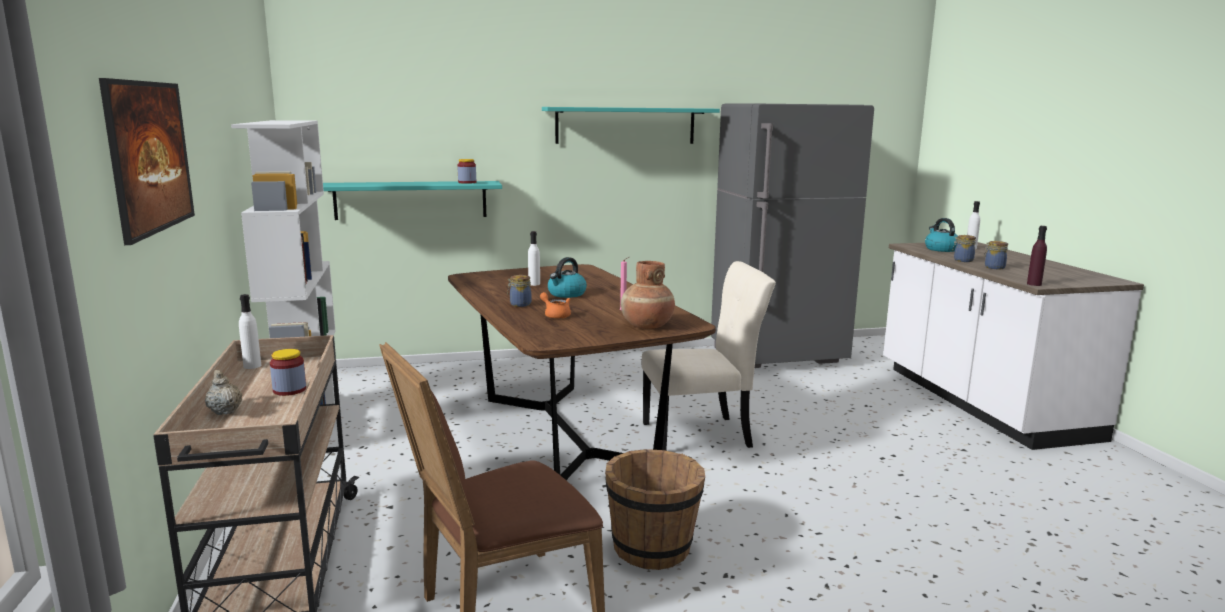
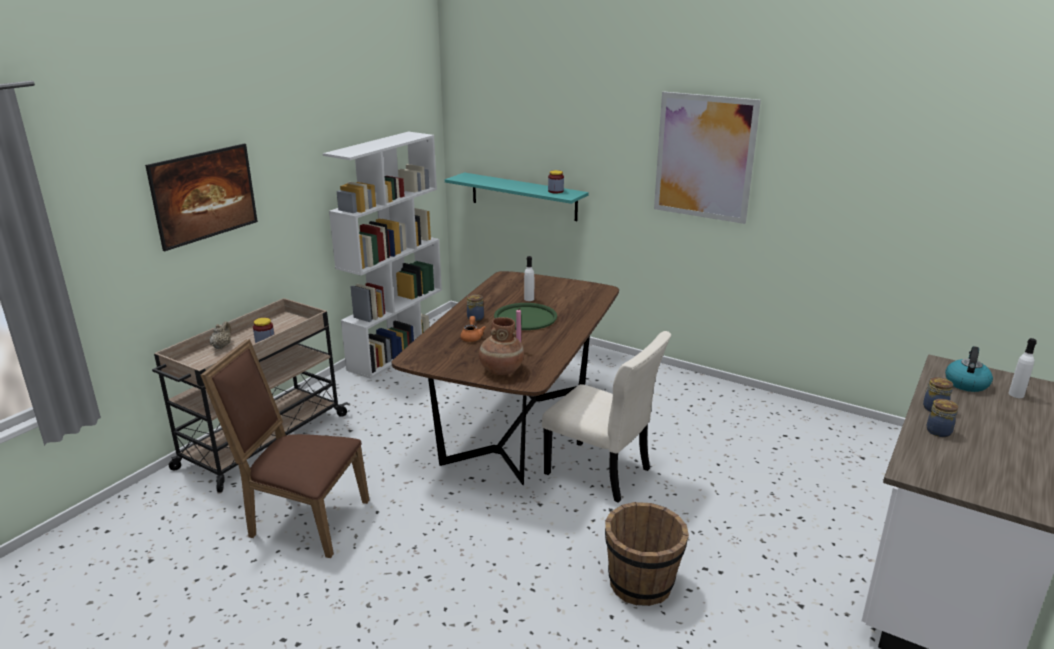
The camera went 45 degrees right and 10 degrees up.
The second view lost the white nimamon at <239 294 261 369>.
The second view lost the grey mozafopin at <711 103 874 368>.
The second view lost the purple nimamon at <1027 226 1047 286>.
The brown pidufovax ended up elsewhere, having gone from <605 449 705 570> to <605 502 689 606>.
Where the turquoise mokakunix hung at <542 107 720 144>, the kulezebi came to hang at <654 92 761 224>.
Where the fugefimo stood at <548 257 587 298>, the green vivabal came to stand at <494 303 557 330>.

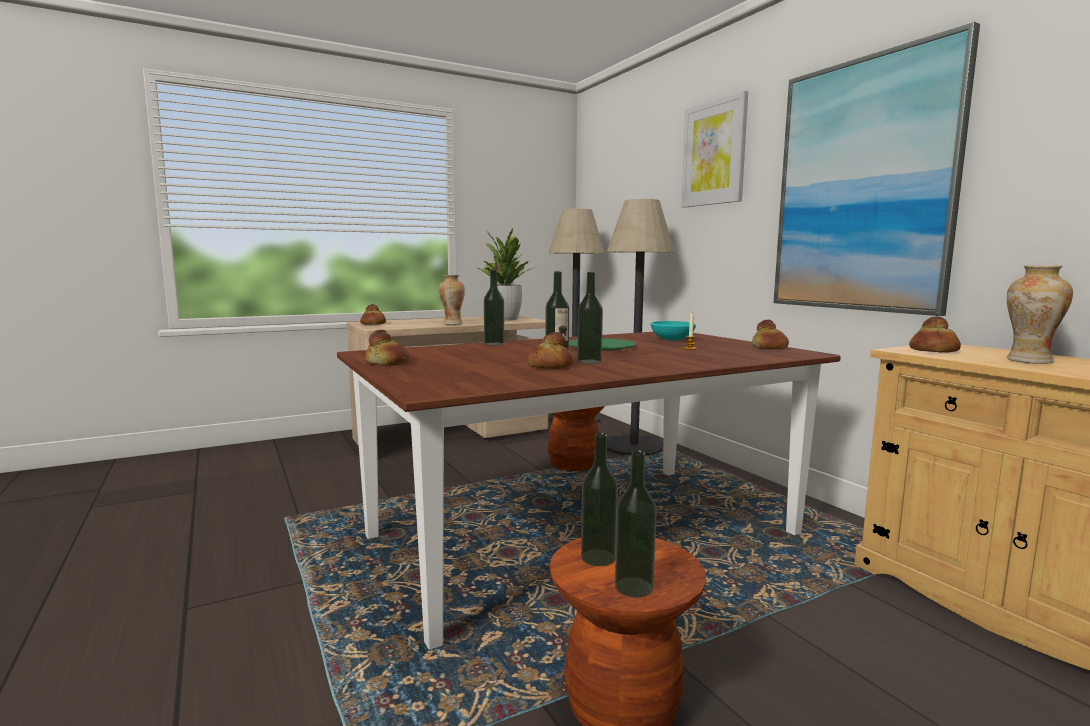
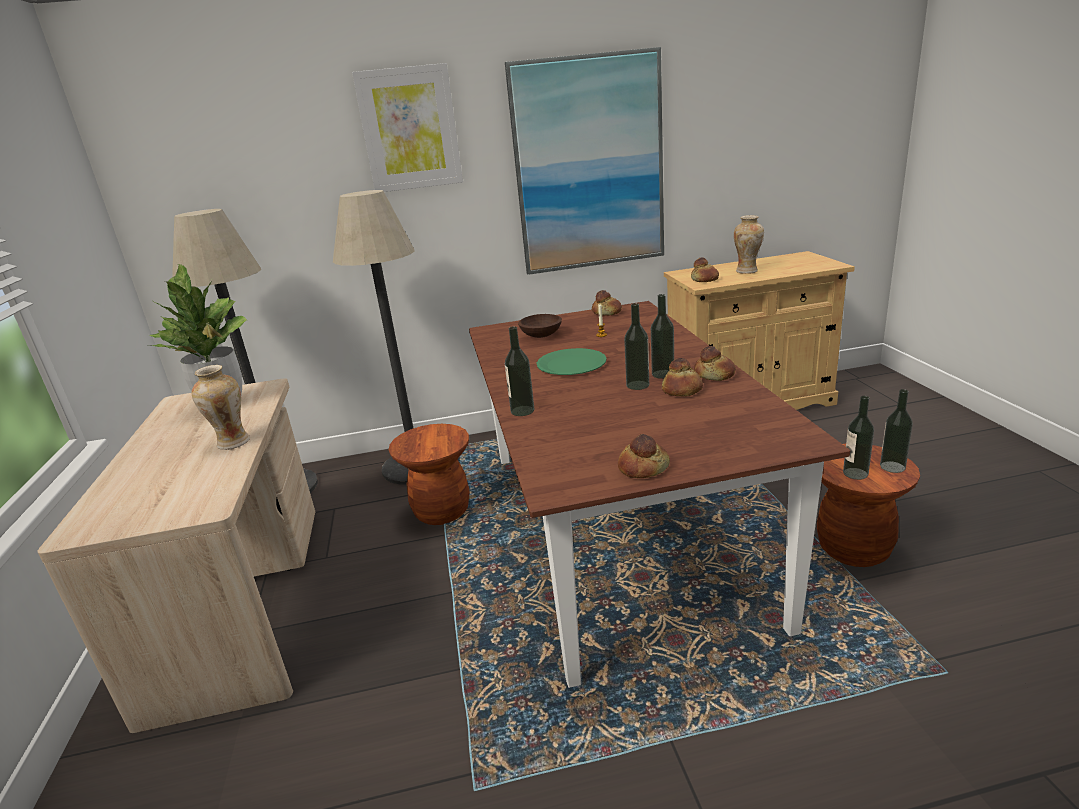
The camera went 70 degrees left and 15 degrees up.
The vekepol ended up elsewhere, having gone from <360 304 386 325> to <694 346 736 381>.
What was the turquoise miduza at <650 321 696 341> turned into the brown miduza at <518 314 562 338>.

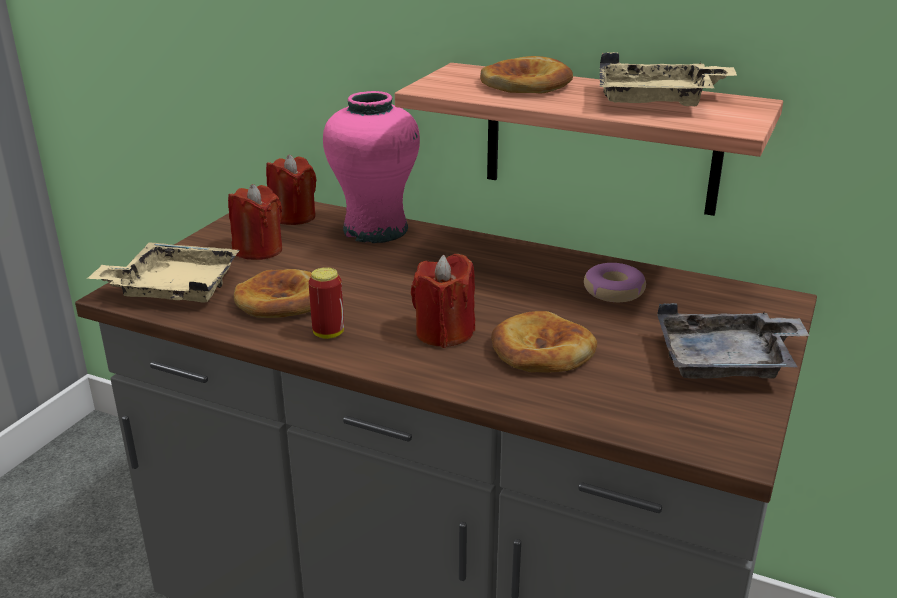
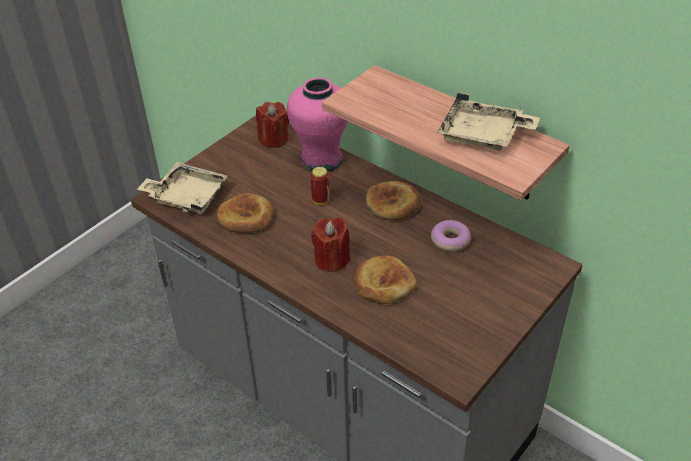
The camera went 15 degrees right and 15 degrees up.
The second view lost the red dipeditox at <228 184 282 260>.
The second view lost the grey vivabal at <657 303 810 379>.
The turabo ended up elsewhere, having gone from <308 267 344 339> to <311 167 330 205>.
The vekepol ended up elsewhere, having gone from <480 56 573 93> to <366 181 421 220>.

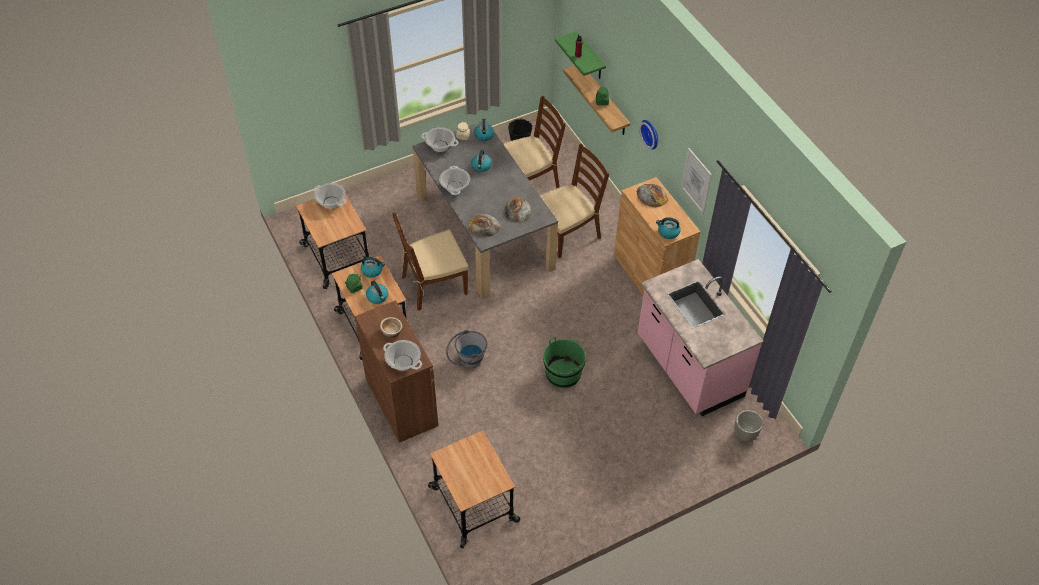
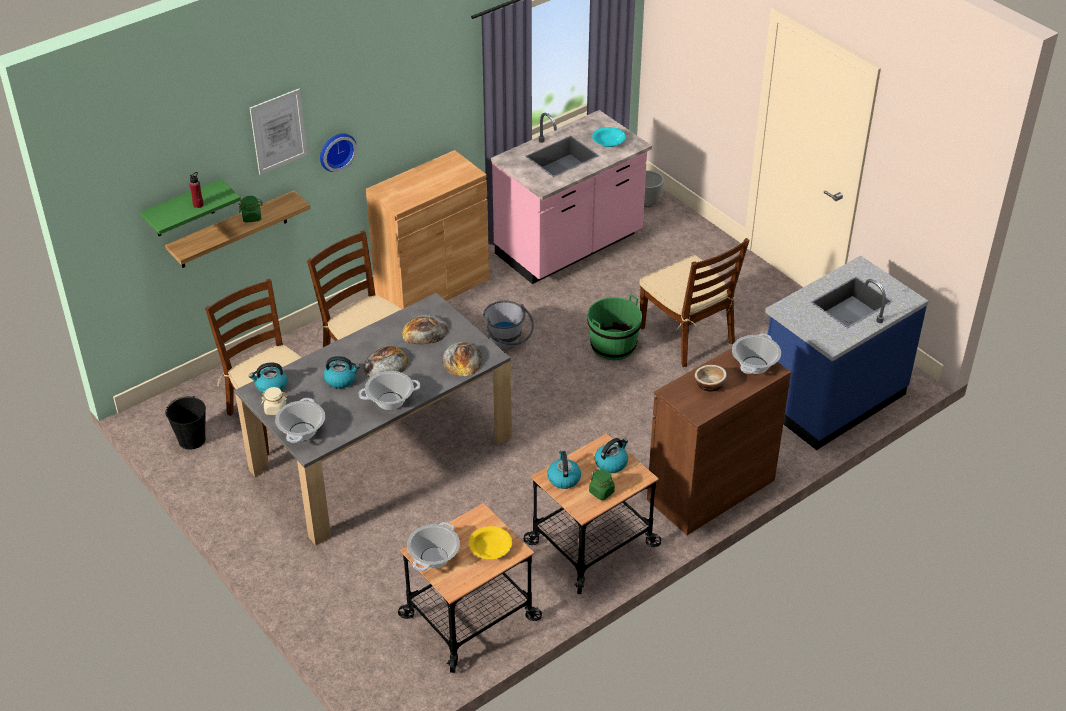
The camera went 100 degrees left and 10 degrees down.
The second view lost the fugefimo at <656 217 681 239>.
The second view gained the yellow miduza at <469 526 512 559>.
The second view gained the turquoise miduza at <592 127 626 147>.
The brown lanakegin ended up elsewhere, having gone from <393 212 468 311> to <640 238 749 367>.
The grey pidufovax ended up elsewhere, having gone from <446 330 487 368> to <483 301 534 350>.
The vekepol ended up elsewhere, having gone from <637 184 668 207> to <363 346 409 378>.
The kulezebi ended up elsewhere, having gone from <681 148 712 214> to <250 89 308 175>.
Where the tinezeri stood at <428 430 520 548>, the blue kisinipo came to stand at <765 256 929 450>.

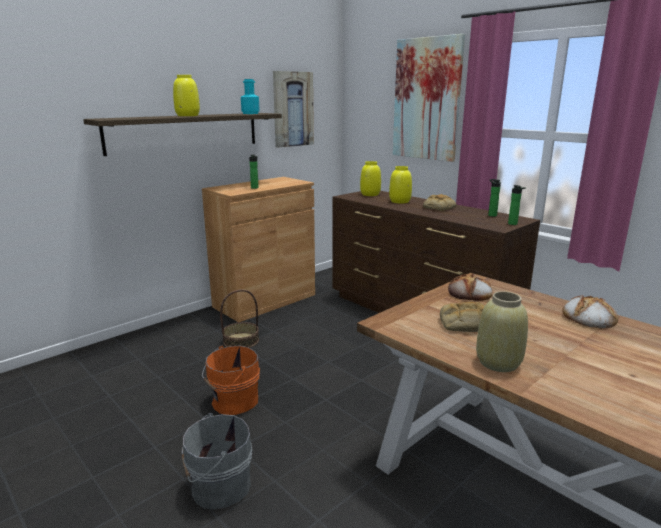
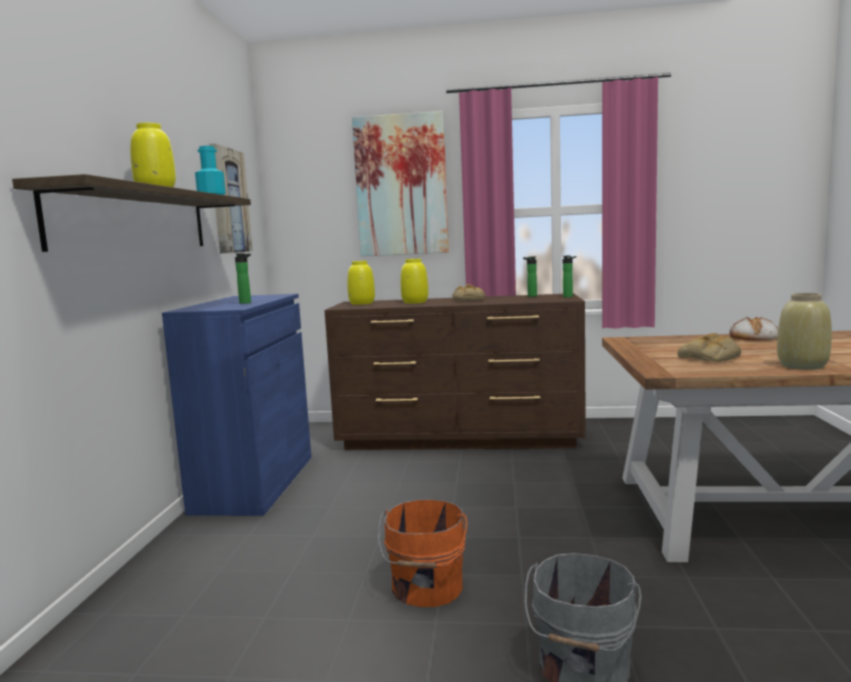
The camera went 40 degrees left and 10 degrees down.
The second view lost the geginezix at <220 289 259 348>.
The second view lost the vekepol at <448 273 492 301>.
What was the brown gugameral at <202 177 315 322> turned into the blue gugameral at <162 294 311 516>.

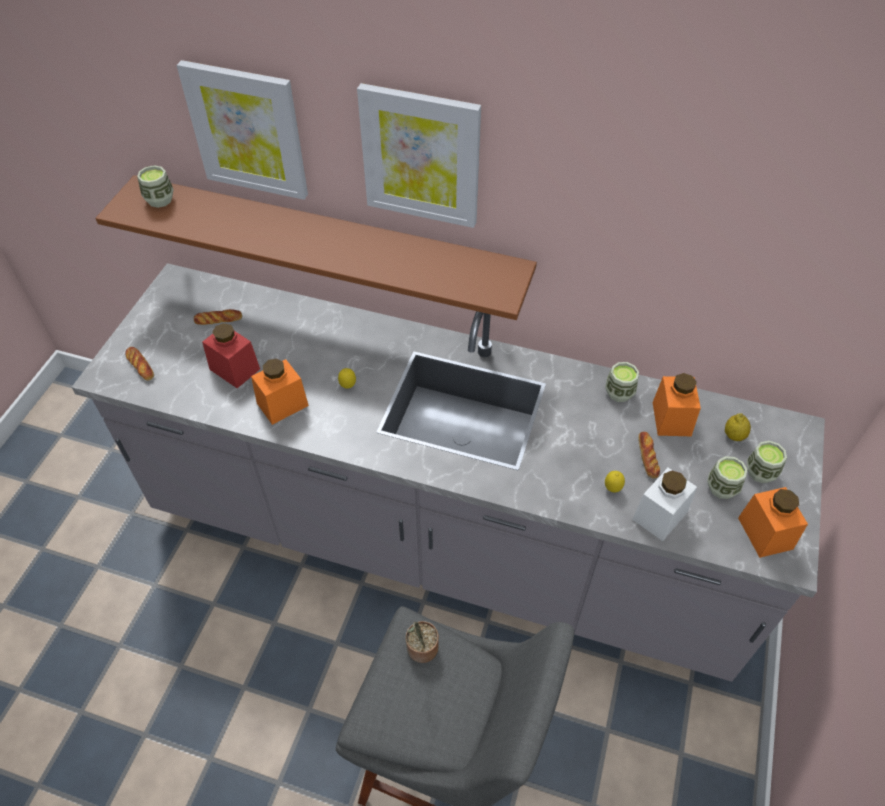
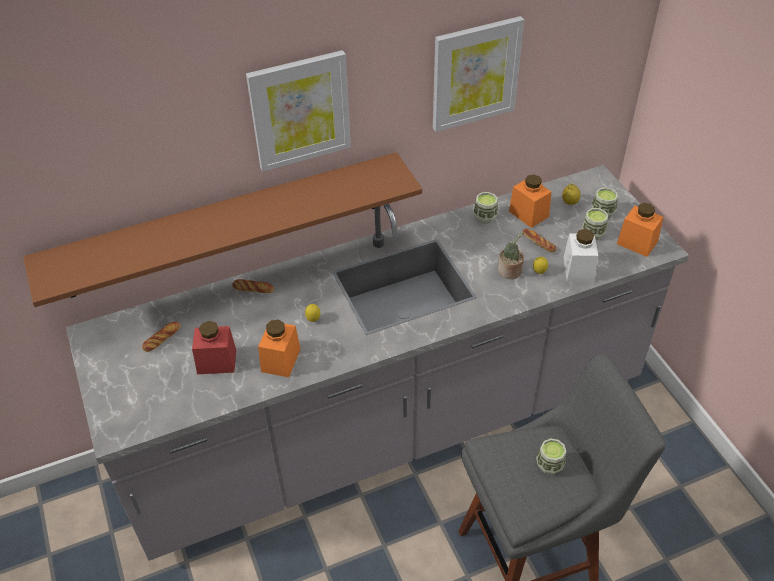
The camera went 40 degrees left and 5 degrees down.
The vekepol ended up elsewhere, having gone from <125 347 154 381> to <232 279 274 293>.
The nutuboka ended up elsewhere, having gone from <137 165 174 208> to <536 438 566 475>.
The kulezebi ended up elsewhere, having gone from <177 60 308 200> to <433 16 524 132>.
The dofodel ended up elsewhere, having gone from <405 621 439 663> to <498 232 524 279>.

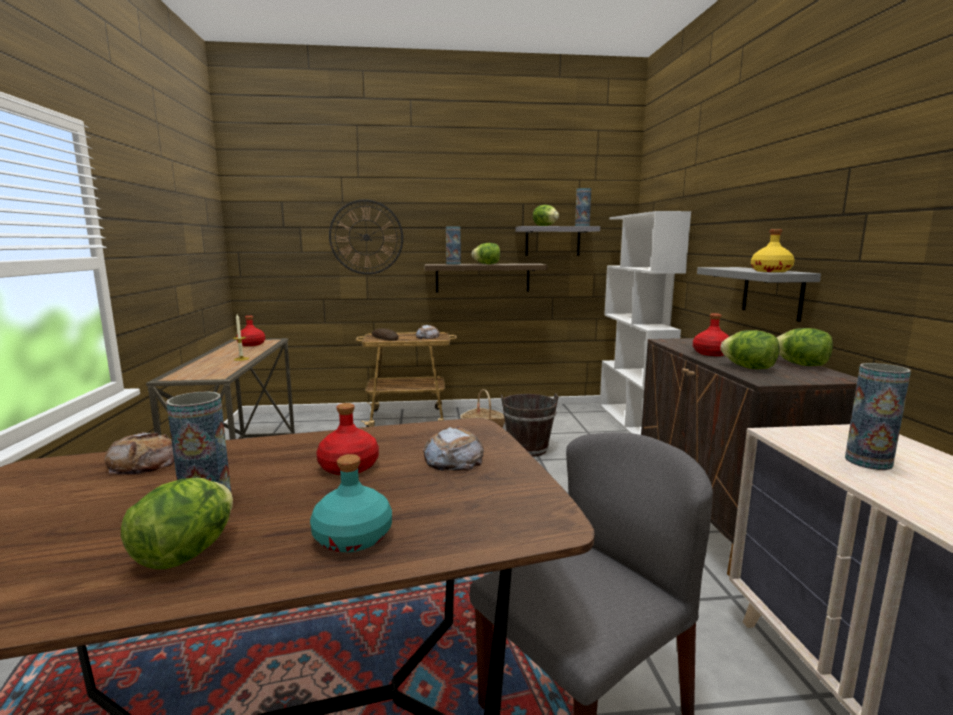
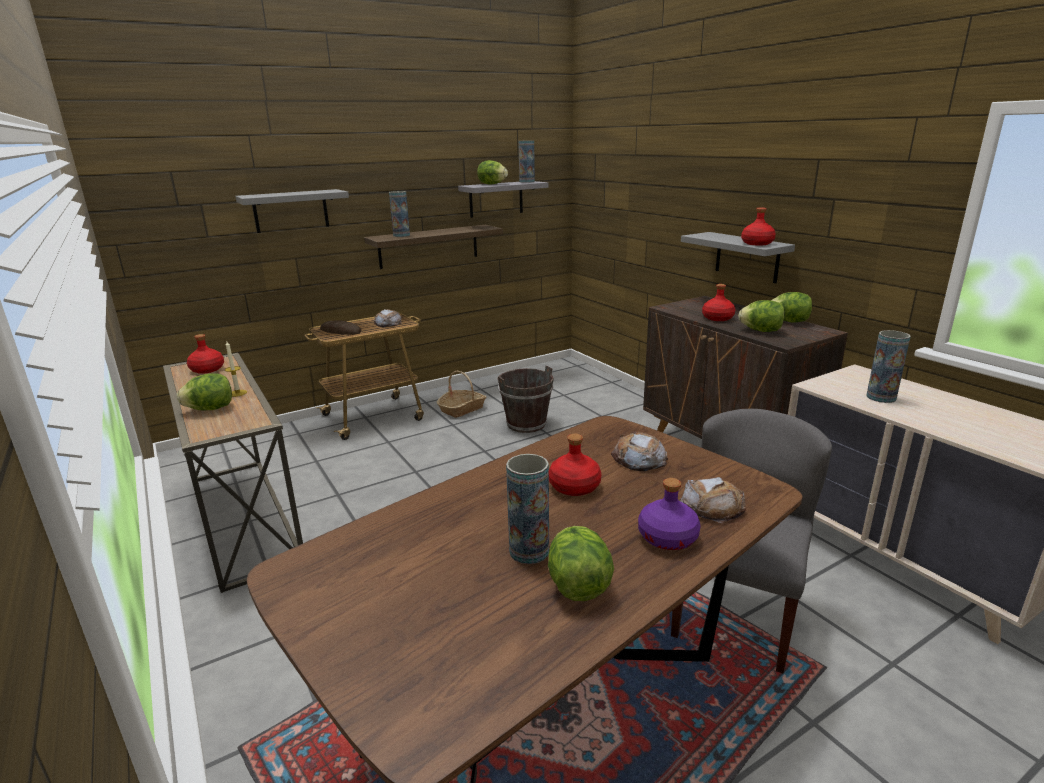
The camera went 25 degrees left and 10 degrees up.
The second view lost the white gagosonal at <600 211 691 435>.
The vekepol ended up elsewhere, having gone from <105 432 174 474> to <679 477 746 523>.
The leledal ended up elsewhere, having gone from <472 243 500 264> to <177 373 232 411>.
Where the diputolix hung at <329 199 403 275>, the grey mokakunix came to hang at <235 189 349 233>.
What was the turquoise nimamon at <310 454 392 552> turned into the purple nimamon at <638 478 701 550>.
What was the yellow nimamon at <751 229 795 272> turned into the red nimamon at <741 208 776 246>.

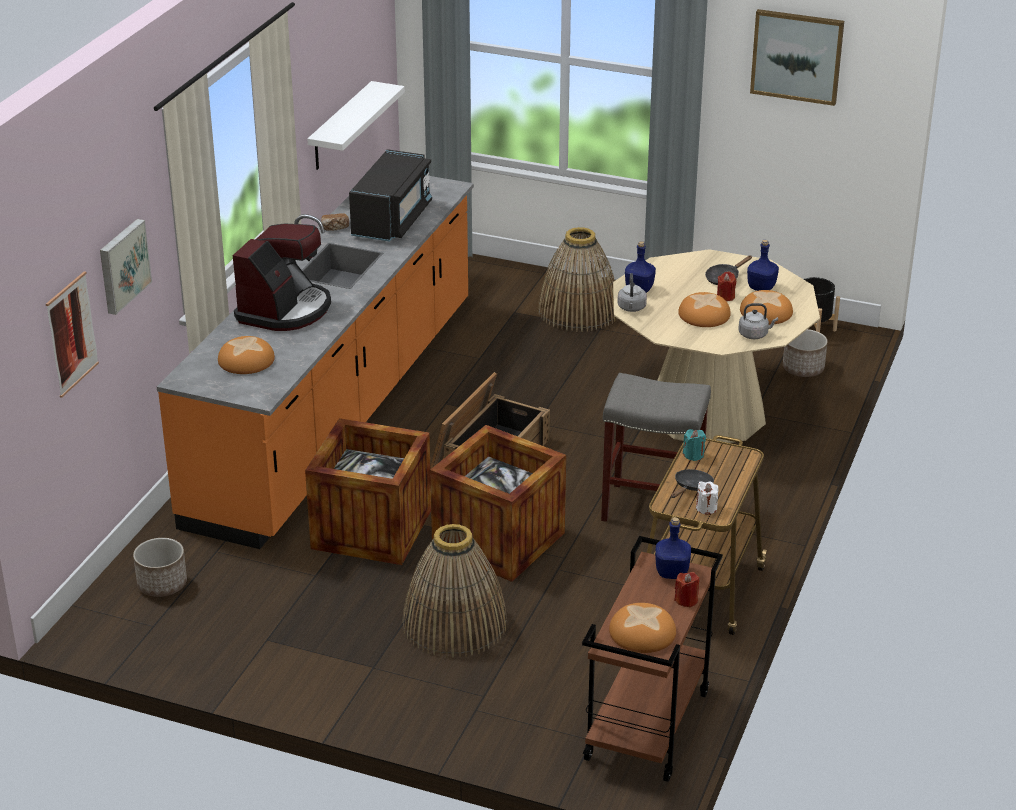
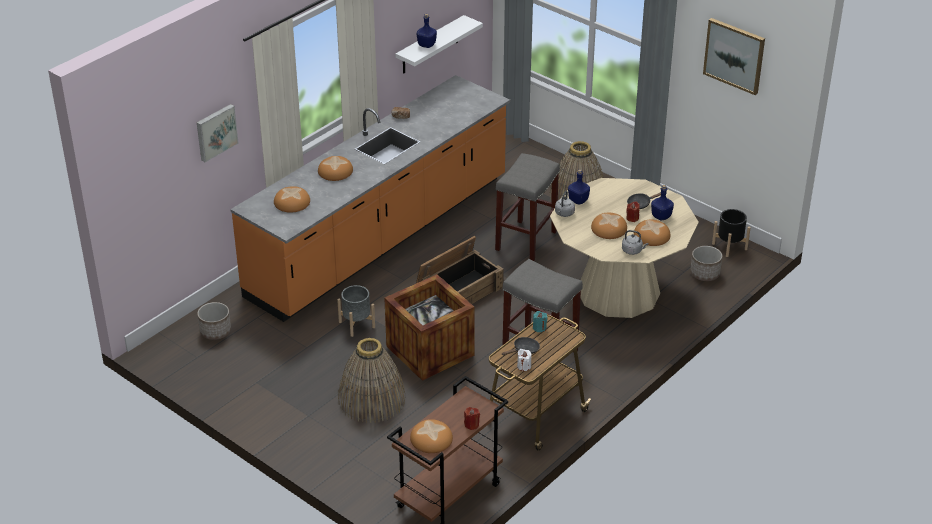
The camera went 20 degrees right and 5 degrees up.
The second view lost the kulezebi at <46 271 99 398>.
The second view lost the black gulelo at <349 149 432 241>.
The second view gained the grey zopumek at <495 153 560 261>.
The blue nimamon ended up elsewhere, having gone from <655 517 691 579> to <417 14 437 48>.
Where the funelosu stood at <233 224 331 331>, the vekepol came to stand at <318 156 353 181>.
Where the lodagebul stood at <305 418 431 565>, the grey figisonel came to stand at <337 285 375 337>.

